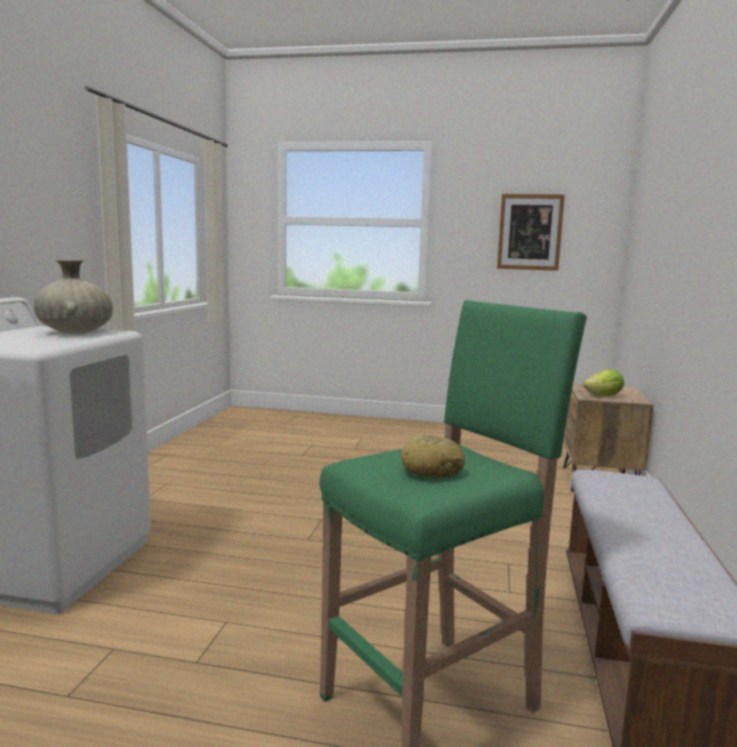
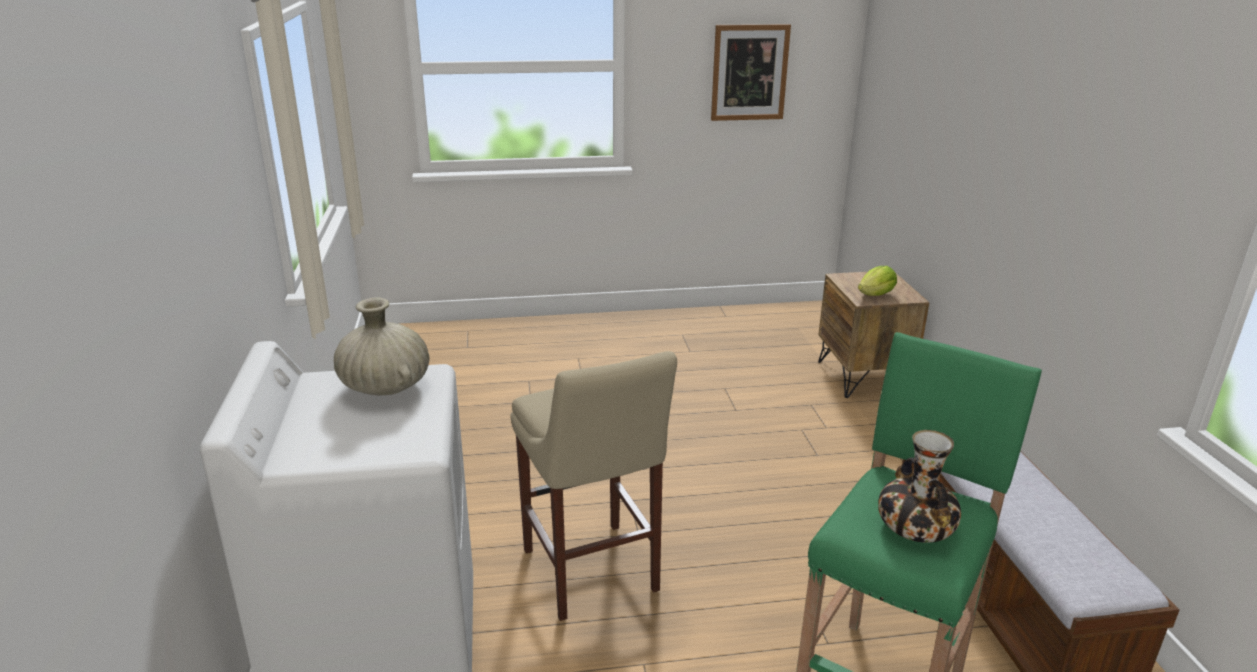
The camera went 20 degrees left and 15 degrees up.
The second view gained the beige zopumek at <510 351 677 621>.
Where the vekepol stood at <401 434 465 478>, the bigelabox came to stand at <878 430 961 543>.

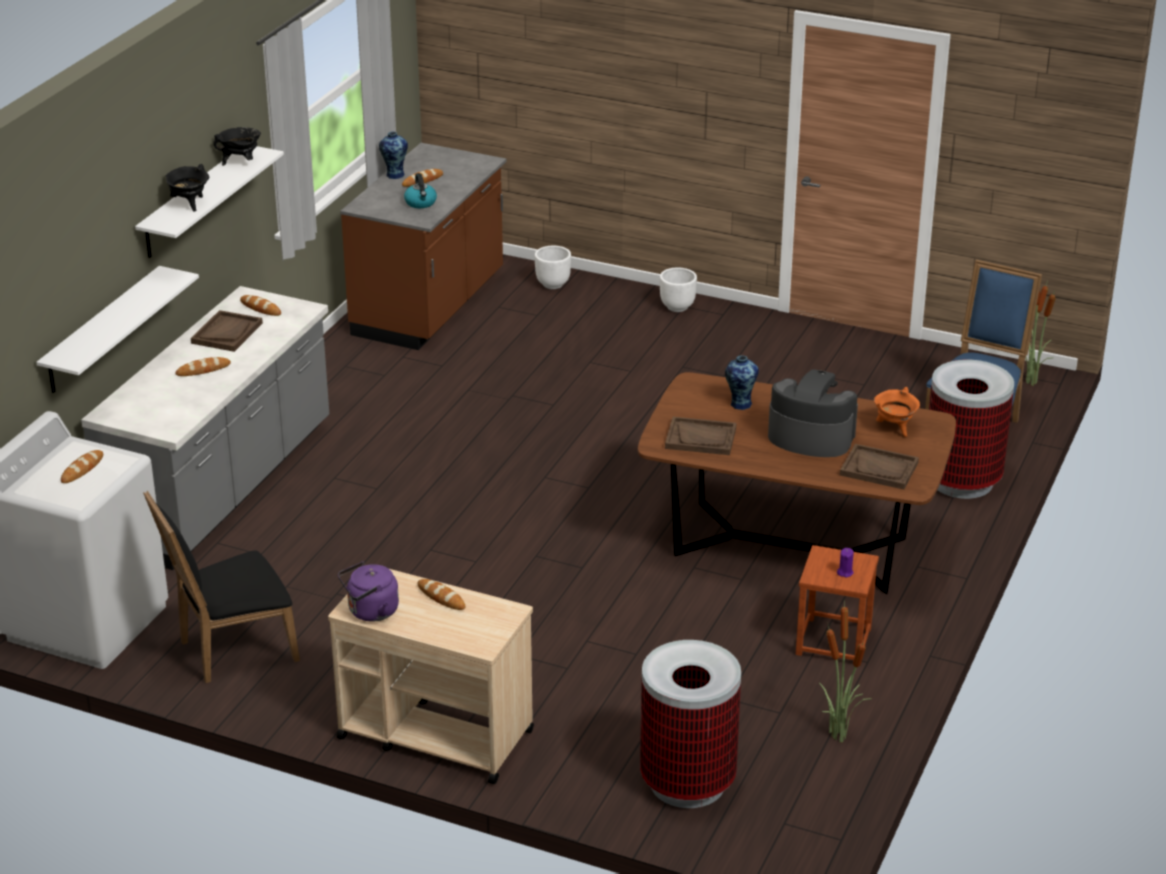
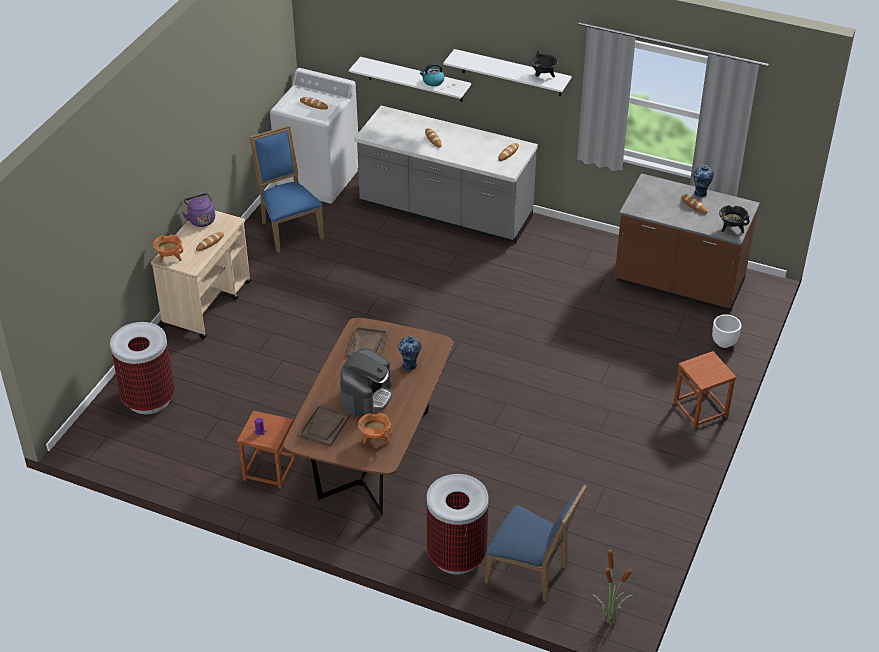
The camera went 90 degrees right and 10 degrees up.
The second view lost the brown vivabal at <191 310 263 352>.
The second view lost the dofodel at <819 599 872 743>.
The second view gained the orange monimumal at <153 235 183 263>.
The black monimumal ended up elsewhere, having gone from <165 164 209 211> to <719 205 750 233>.
The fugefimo ended up elsewhere, having gone from <404 173 437 208> to <420 63 445 86>.
Where the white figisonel stood at <660 268 697 312>, the brown zopumek came to stand at <674 351 736 428>.
What was the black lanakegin at <143 491 300 683> turned into the blue lanakegin at <250 126 324 253>.

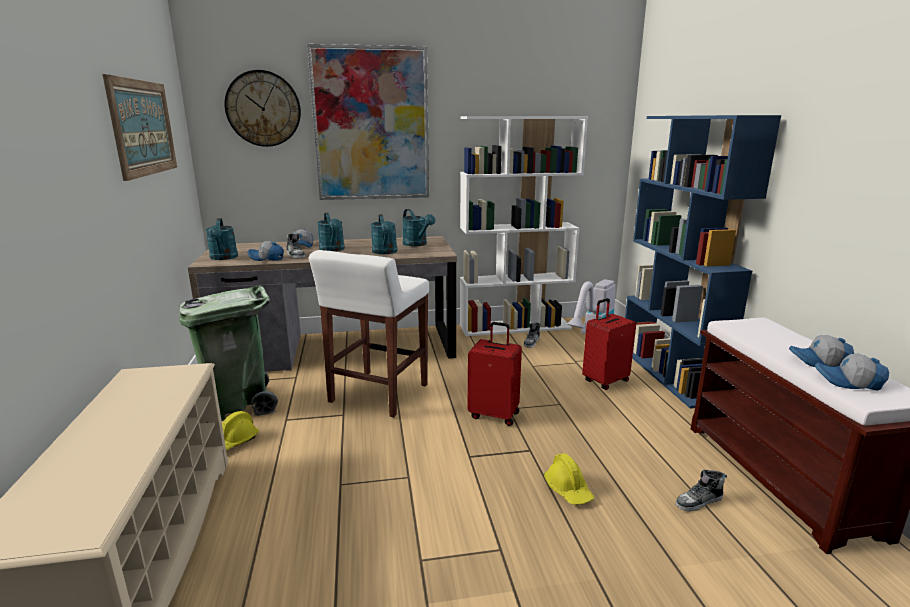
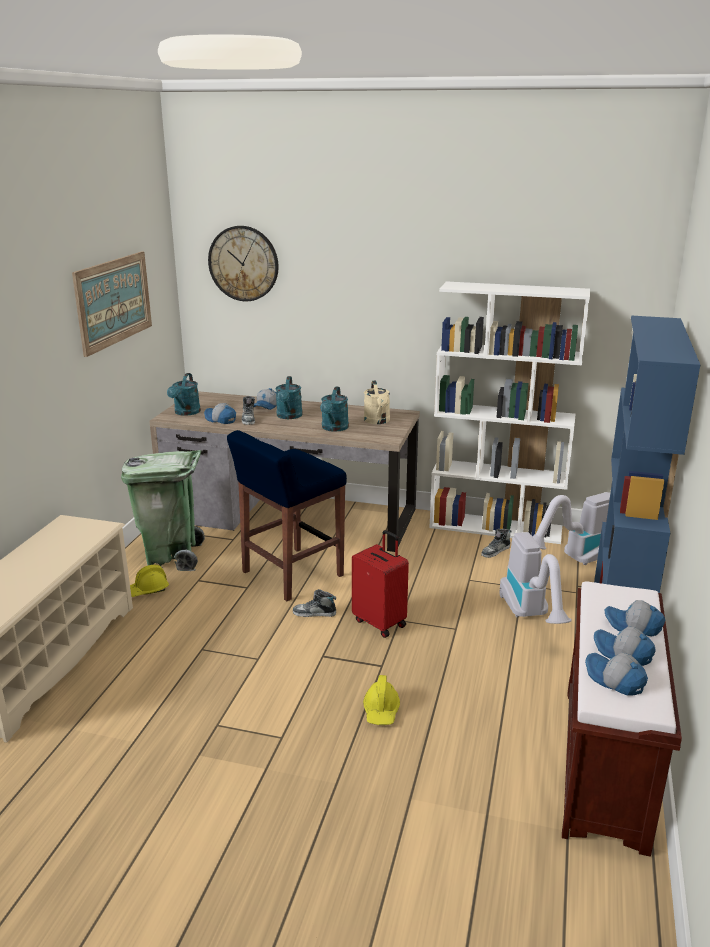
The camera went 25 degrees right and 5 degrees up.
The second view lost the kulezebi at <307 44 429 200>.
The second view gained the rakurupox at <605 600 665 636>.
The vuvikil ended up elsewhere, having gone from <675 470 727 512> to <293 589 336 617>.
Where the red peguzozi stood at <582 298 636 390>, the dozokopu came to stand at <499 532 572 624>.
What was the white zopumek at <309 250 429 418> turned into the blue zopumek at <227 430 347 601>.
What was the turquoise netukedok at <402 209 435 246> turned into the beige netukedok at <364 380 390 424>.

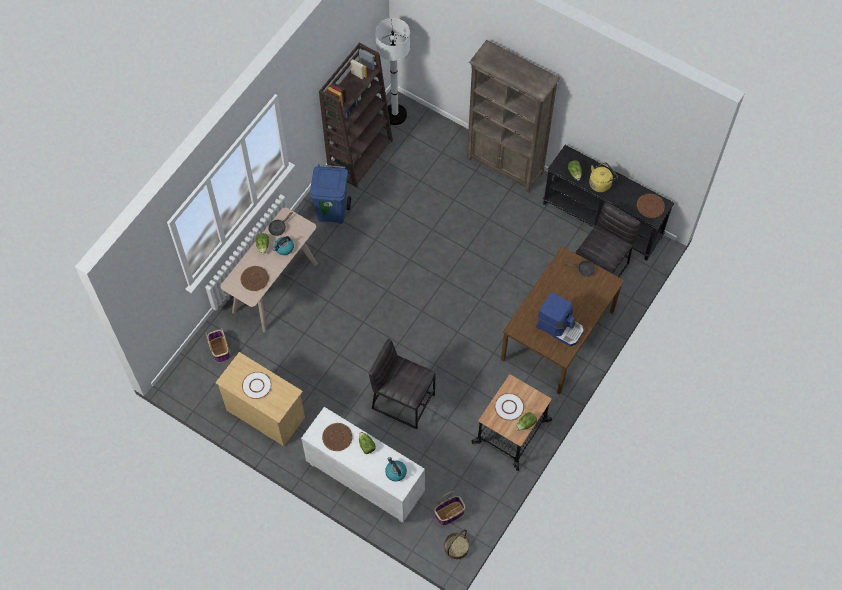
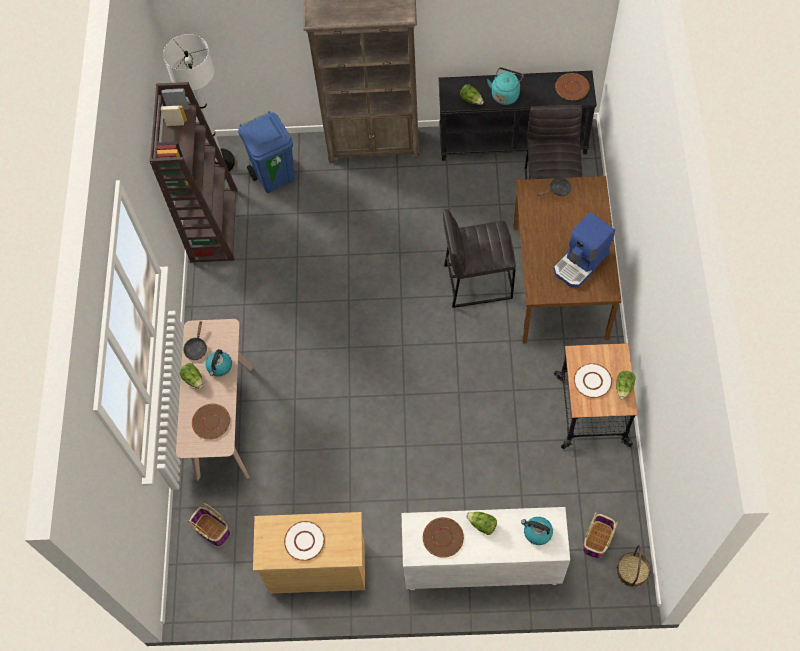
The camera went 30 degrees left and 0 degrees up.
The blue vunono ended up elsewhere, having gone from <310 164 351 224> to <238 111 295 193>.
The grey zopumek ended up elsewhere, having gone from <369 339 436 429> to <443 209 516 308>.
What was the yellow fugefimo at <589 162 618 192> turned into the turquoise fugefimo at <487 67 524 105>.
The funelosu at <536 292 584 346> ended up facing another way, 135 degrees clockwise from before.

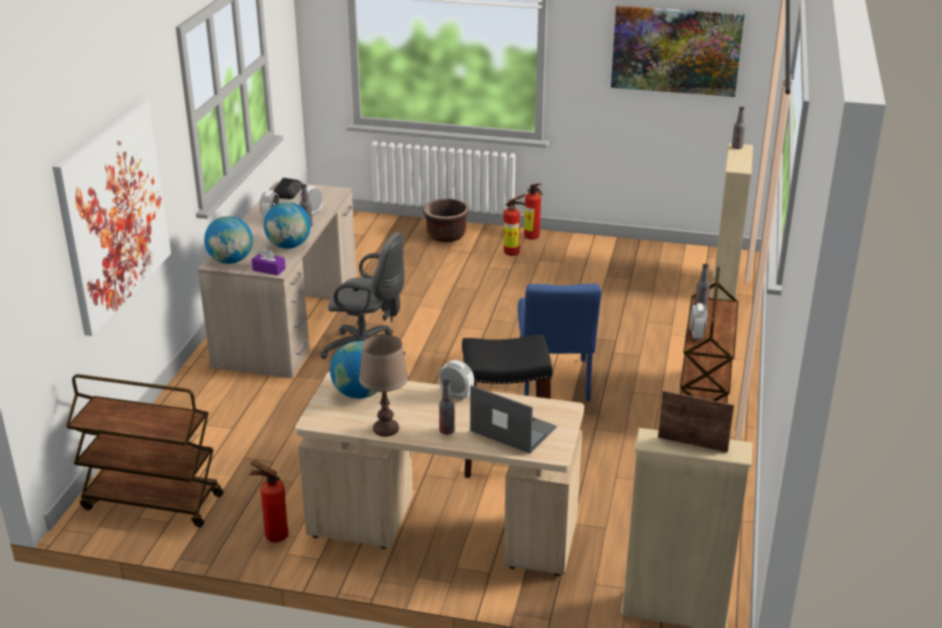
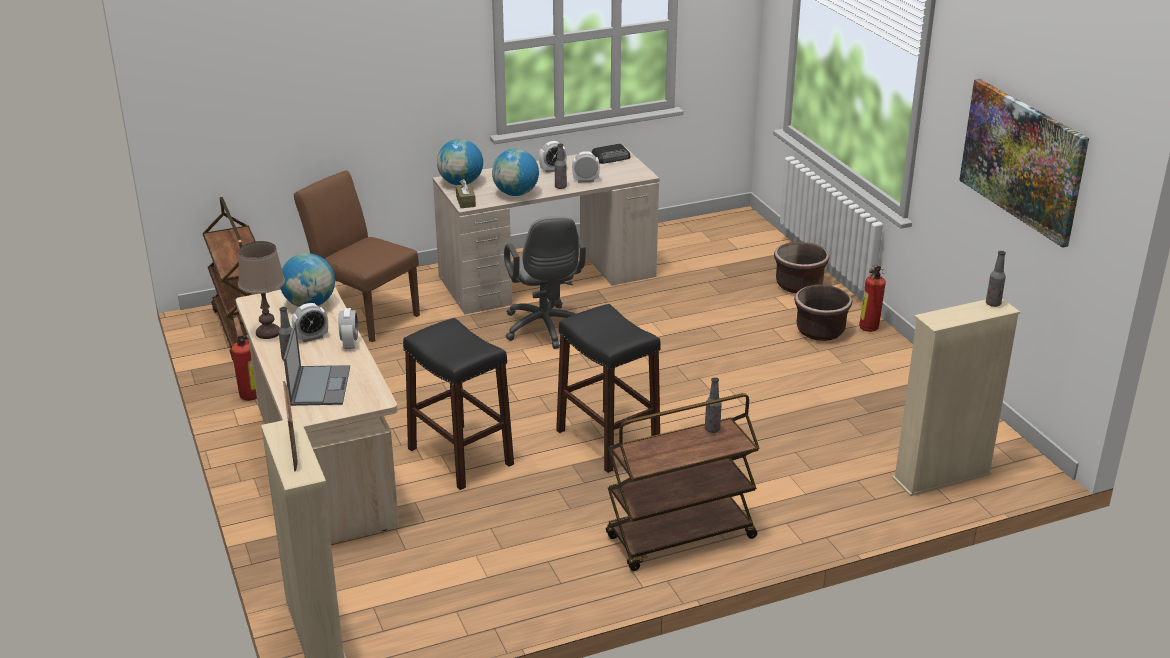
The camera went 55 degrees right and 0 degrees up.
The second view lost the kulezebi at <52 99 171 336>.
The second view gained the brown lanakegin at <294 170 420 342>.
The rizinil ended up elsewhere, having gone from <690 303 707 339> to <292 303 328 342>.
Where the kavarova stood at <504 194 528 256>, the brown figisonel came to stand at <794 285 853 341>.
Where the blue lanakegin stood at <517 284 601 401>, the black zopumek came to stand at <556 304 661 473>.
What was the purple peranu at <252 248 286 276> turned into the brown peranu at <456 179 476 208>.

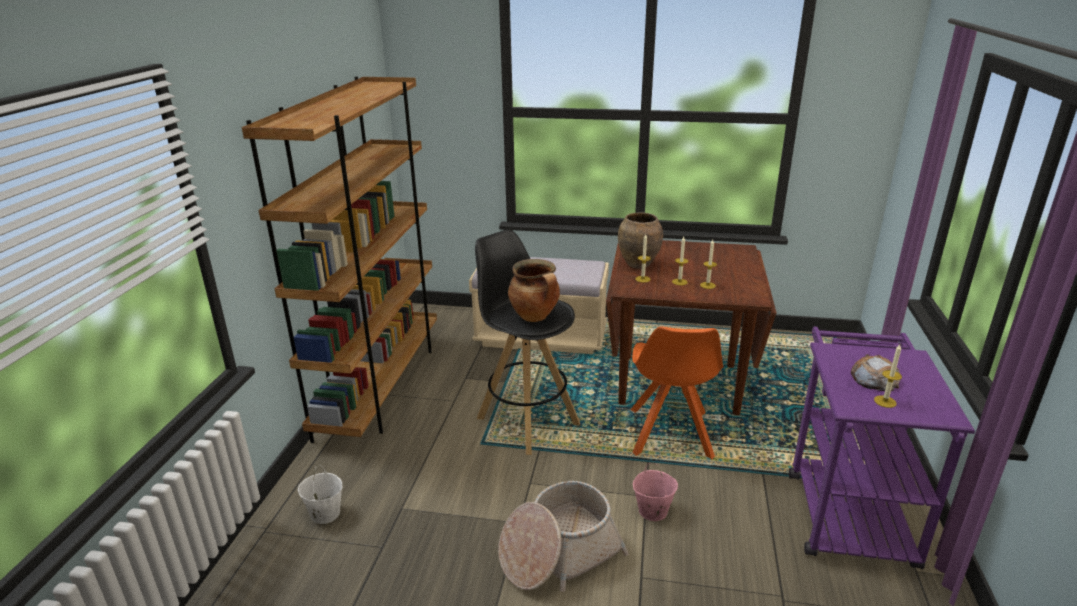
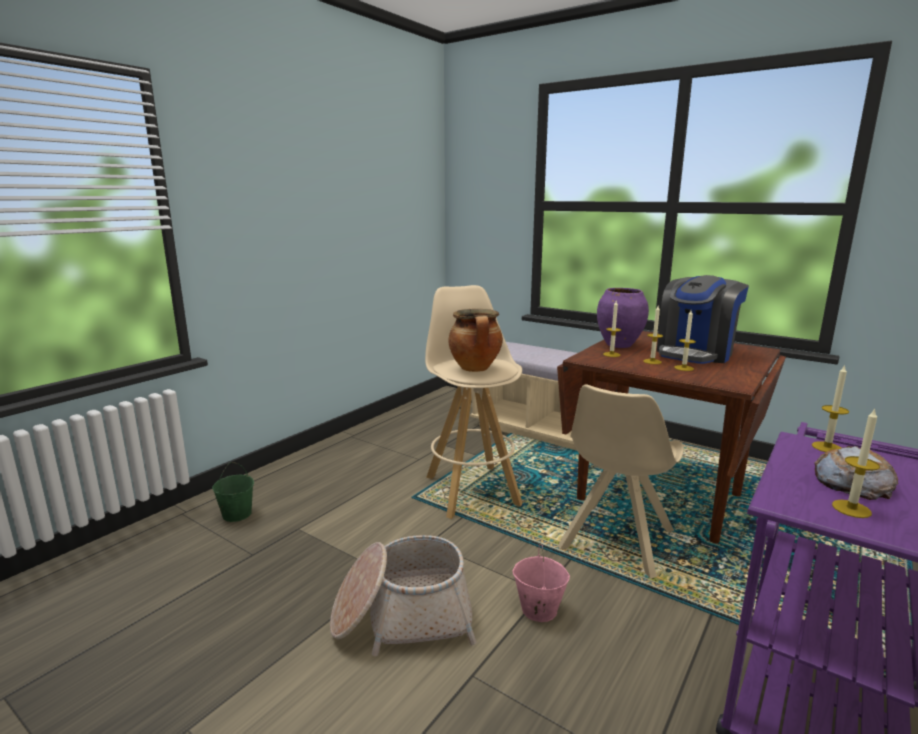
The camera went 25 degrees right and 10 degrees down.
The second view lost the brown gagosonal at <242 77 437 443>.
The second view gained the funelosu at <657 275 749 364>.
The second view gained the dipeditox at <812 365 849 452>.
What was the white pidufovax at <298 465 342 524> turned into the green pidufovax at <212 462 254 522>.
What was the black zopumek at <475 230 580 455> turned into the beige zopumek at <425 285 523 519>.
What was the brown bigelabox at <618 212 663 269> turned into the purple bigelabox at <597 288 649 348>.
What was the orange lanakegin at <631 326 723 459> turned into the beige lanakegin at <558 384 684 579>.

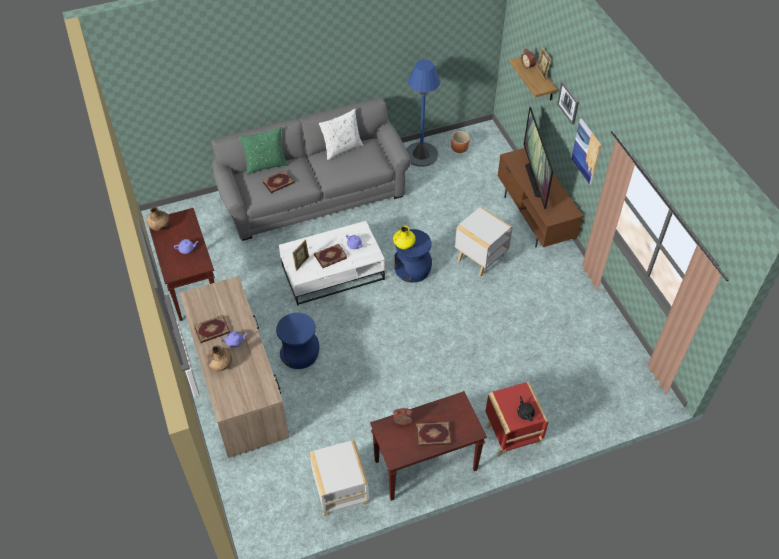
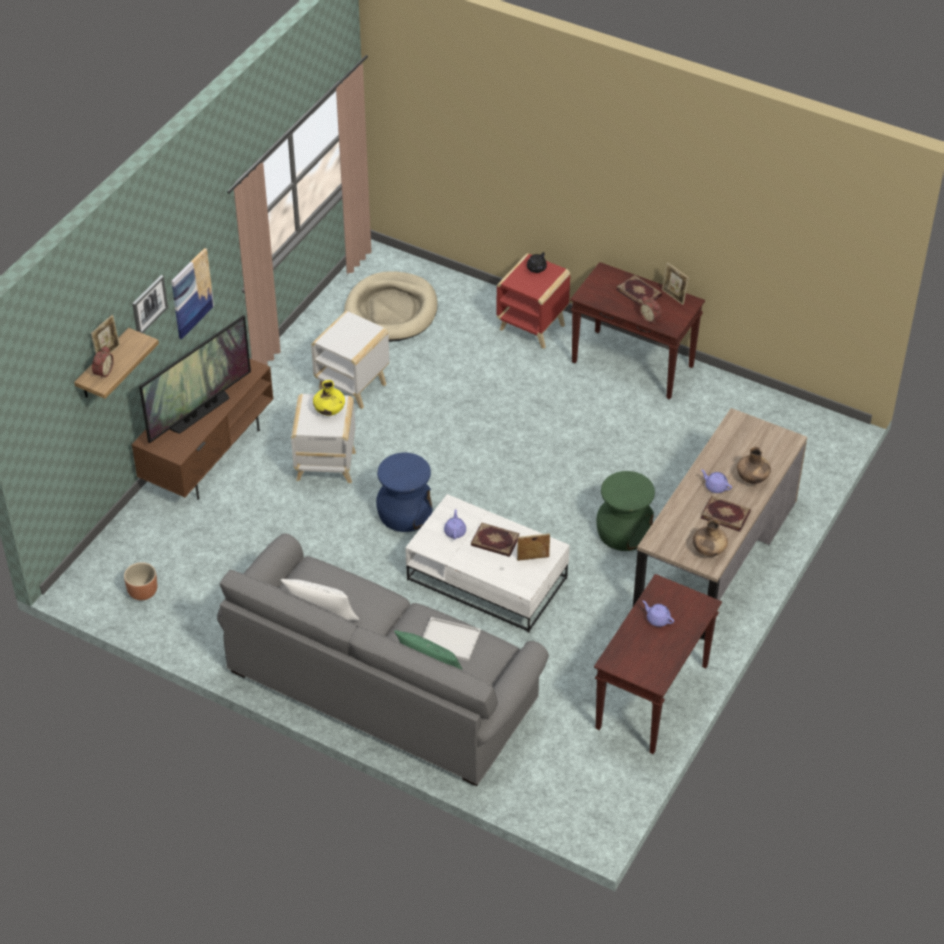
The camera went 130 degrees left and 5 degrees down.
The second view lost the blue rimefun at <406 59 440 167>.
The second view gained the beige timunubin at <344 271 438 342>.
The second view gained the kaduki at <662 262 689 305>.
The brown bigelabox ended up elsewhere, having gone from <146 206 170 231> to <693 519 728 557>.
The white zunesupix ended up elsewhere, having gone from <310 440 369 517> to <311 311 389 409>.
The yellow bigelabox ended up elsewhere, having gone from <393 226 416 249> to <313 380 345 416>.
Where the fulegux stood at <262 170 294 193>, the white vivabal came to stand at <423 617 481 661>.
What was the blue zopumek at <276 313 319 369> turned into the green zopumek at <596 471 655 551>.

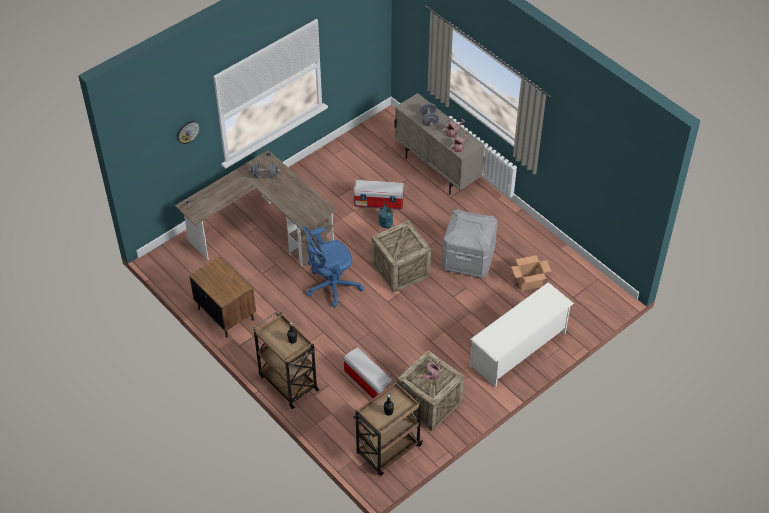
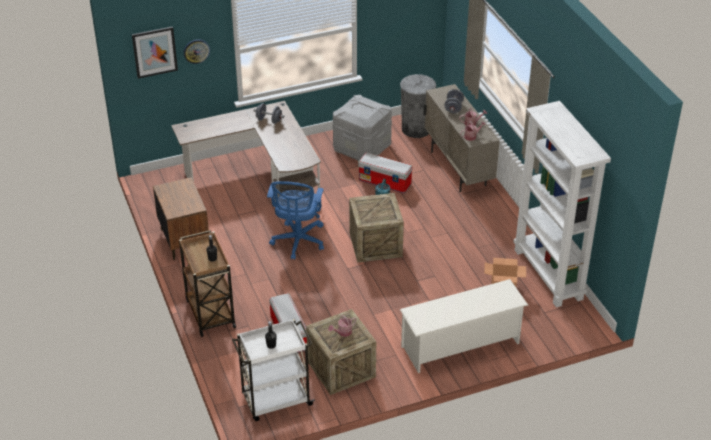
The camera went 20 degrees right and 10 degrees down.
The second view gained the kulezebi at <132 26 178 79>.
The second view gained the grey vunono at <400 74 436 138>.
The second view gained the white gagosonal at <514 101 611 308>.
The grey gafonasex ended up elsewhere, having gone from <442 209 498 278> to <333 95 392 161>.
What was the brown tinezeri at <353 381 423 476> turned into the white tinezeri at <232 319 315 421>.
The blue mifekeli at <302 226 364 308> ended up facing another way, 75 degrees counterclockwise from before.

